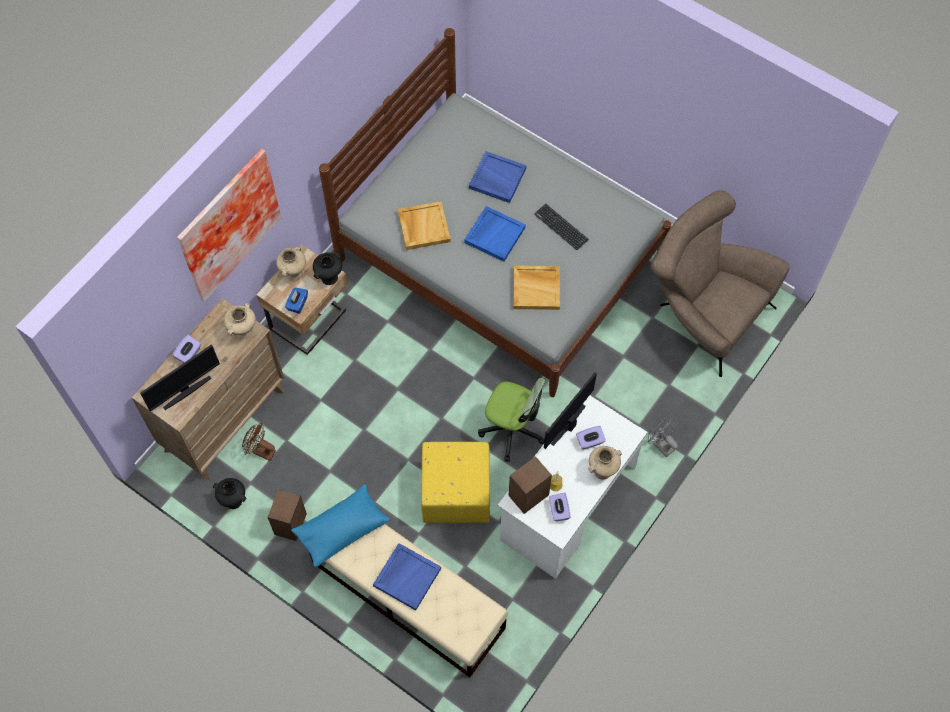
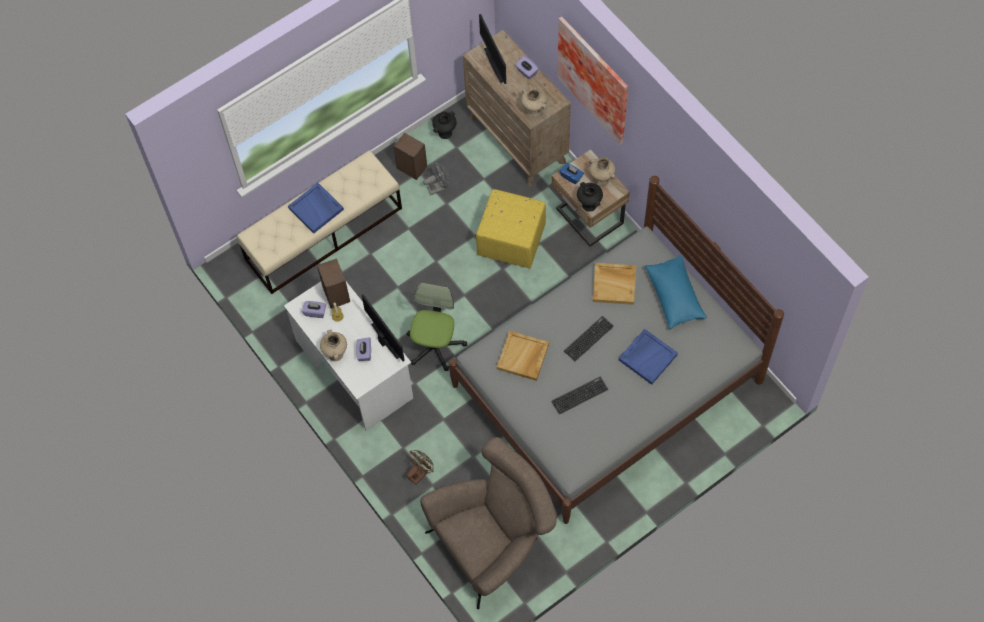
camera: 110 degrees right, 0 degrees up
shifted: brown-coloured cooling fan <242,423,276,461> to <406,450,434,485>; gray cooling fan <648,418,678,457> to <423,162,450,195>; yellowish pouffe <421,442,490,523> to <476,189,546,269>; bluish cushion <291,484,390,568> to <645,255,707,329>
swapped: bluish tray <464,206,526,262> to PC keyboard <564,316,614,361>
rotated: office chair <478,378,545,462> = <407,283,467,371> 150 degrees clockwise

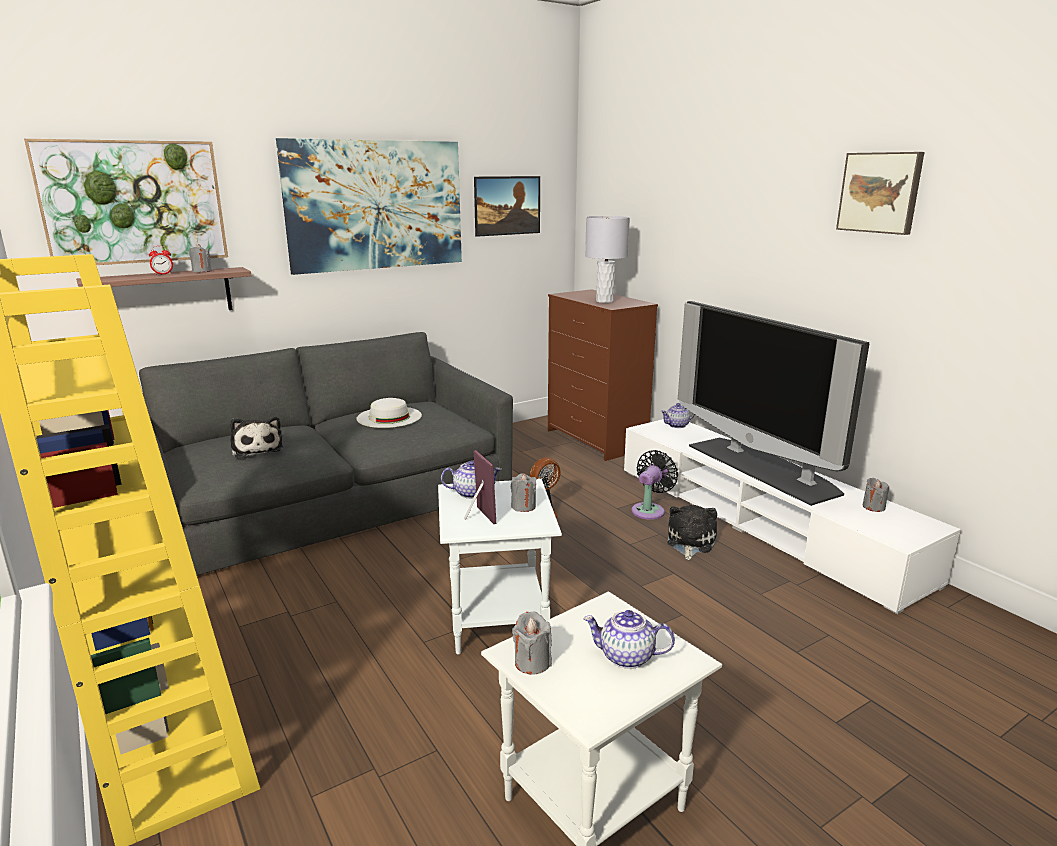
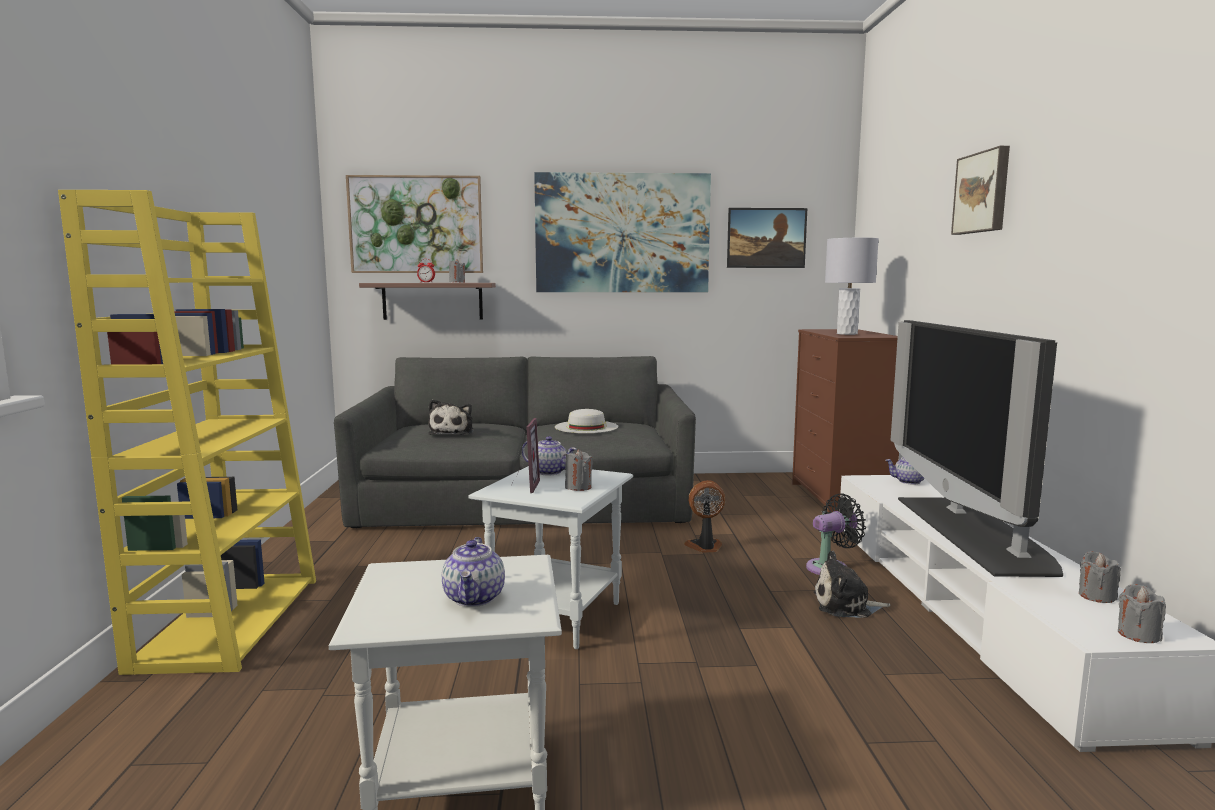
camera: 30 degrees right, 10 degrees down
shifted: wall art <836,152,925,235> to <951,146,1010,235>; gray wax candle <512,612,552,675> to <1118,584,1166,643>
rotated: pot for tea <583,610,675,669> = <442,537,505,607> 135 degrees counterclockwise; soft toy <668,505,717,560> = <814,551,890,618> 135 degrees counterclockwise

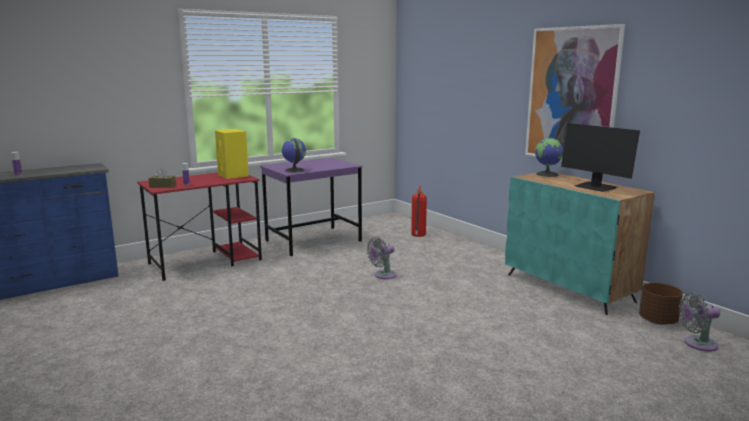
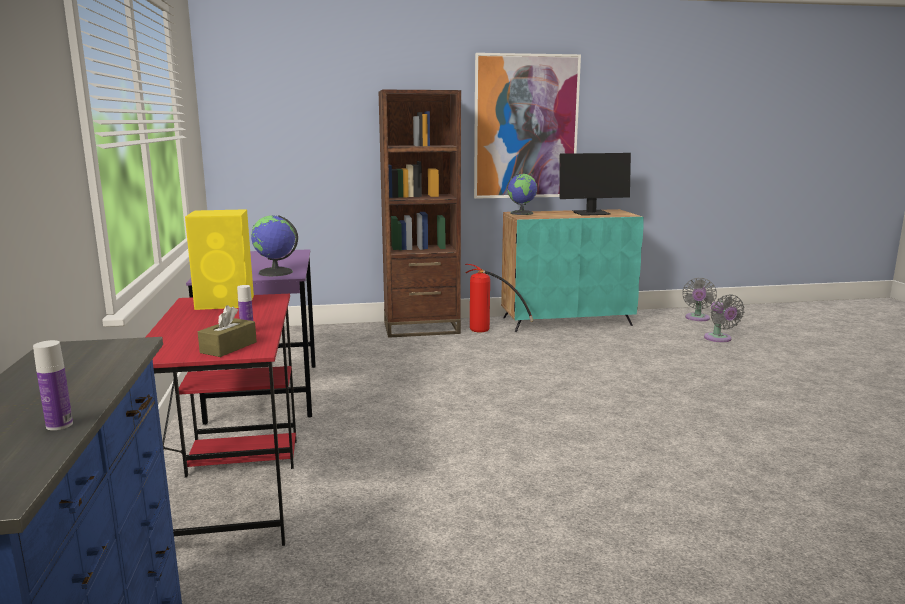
camera: 65 degrees left, 0 degrees up
gone: brown-coloured flower pot <639,283,683,325>
new: brown-coloured shelving unit <378,90,461,338>
shifted: extinguisher <411,186,427,237> to <465,264,533,332>; gray cooling fan <367,237,397,279> to <704,294,745,342>

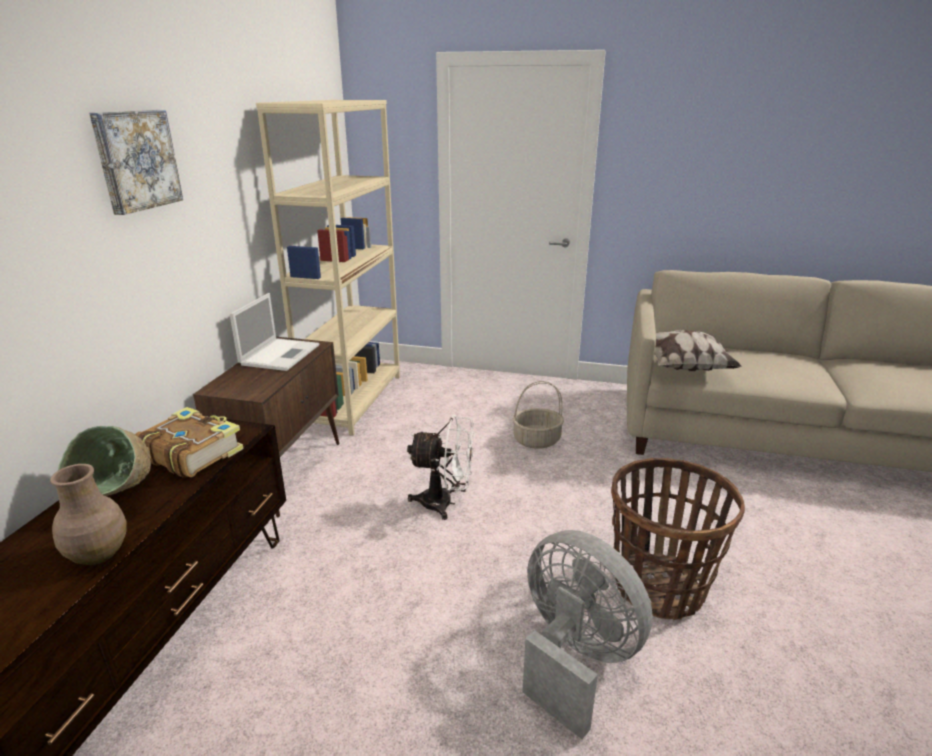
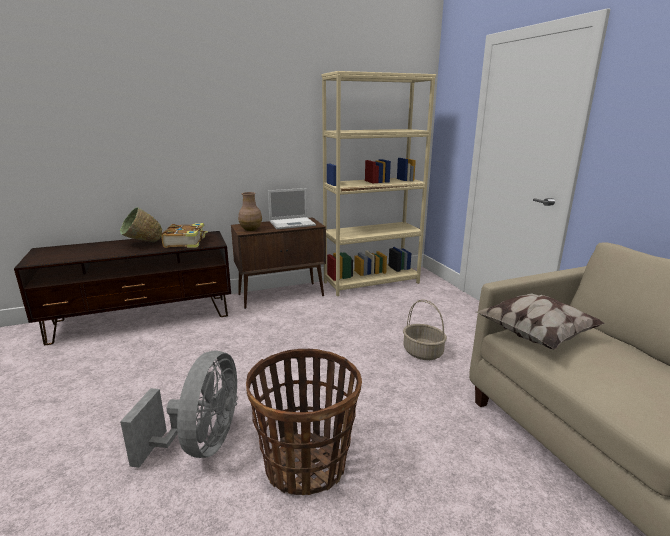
camera: 55 degrees right, 5 degrees down
gone: wall art <89,110,183,215>; white cooling fan <407,415,475,520>
shifted: brown-coloured decorative vase <50,464,127,565> to <238,192,262,231>

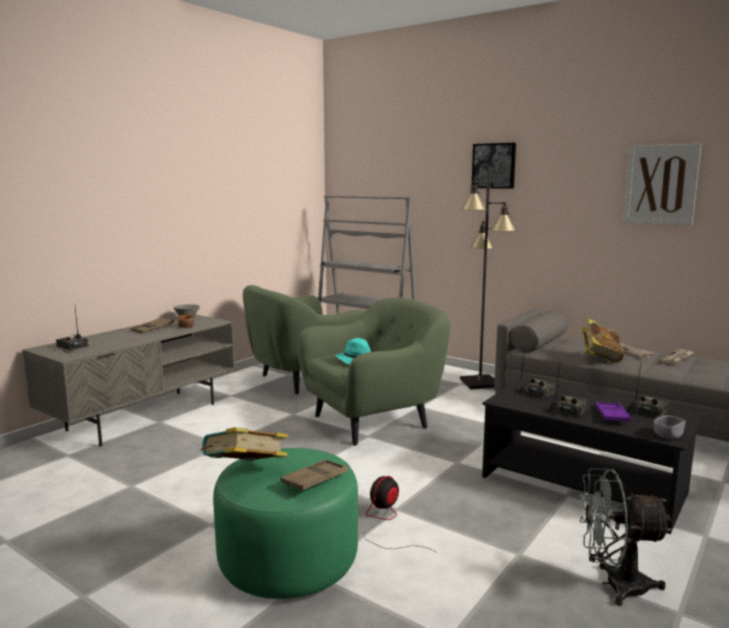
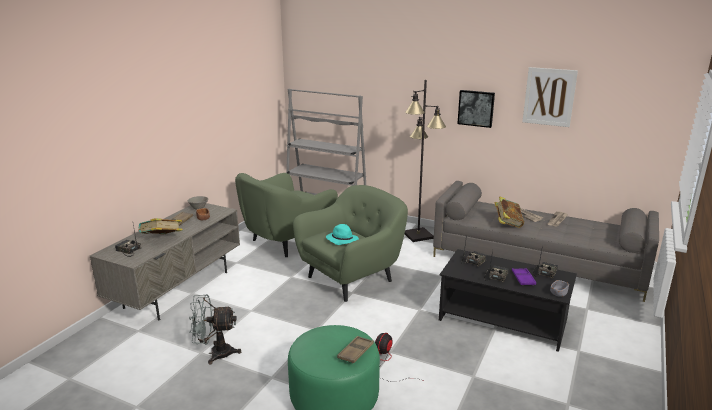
camera: 10 degrees left, 10 degrees up
shifted: bound book <200,427,288,461> to <138,218,182,234>; gray cooling fan <579,468,672,606> to <189,294,241,365>; wall art <472,143,516,189> to <457,90,495,128>

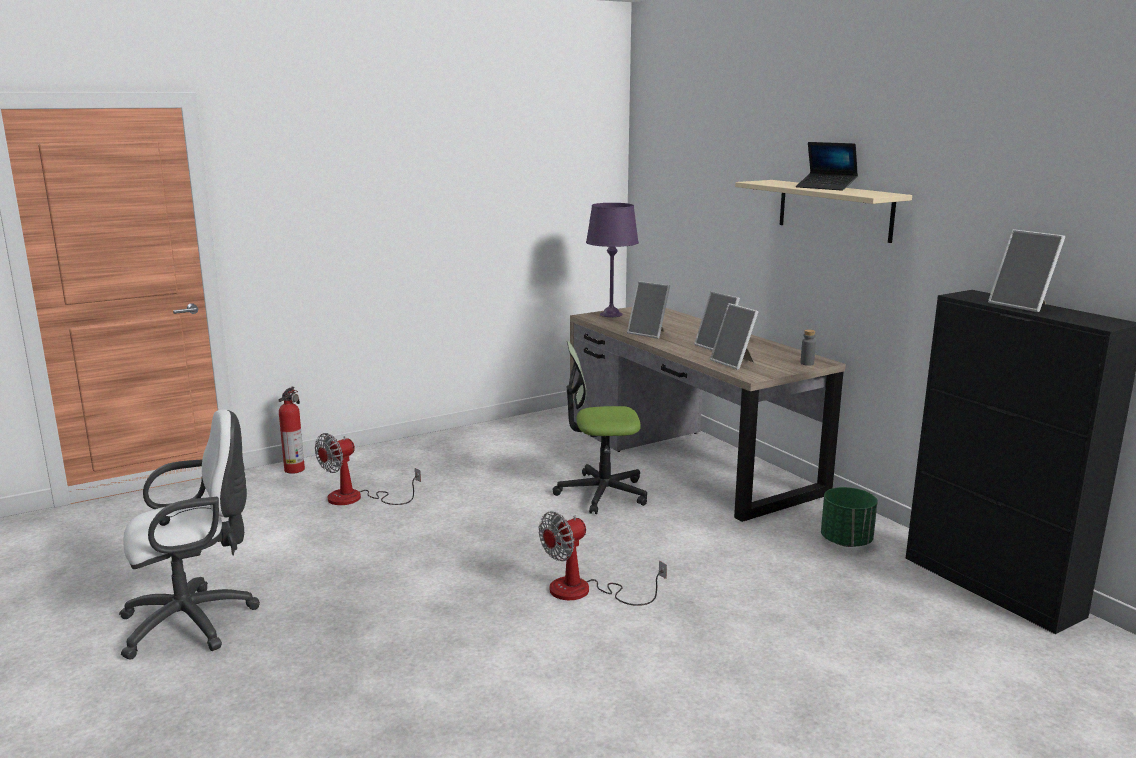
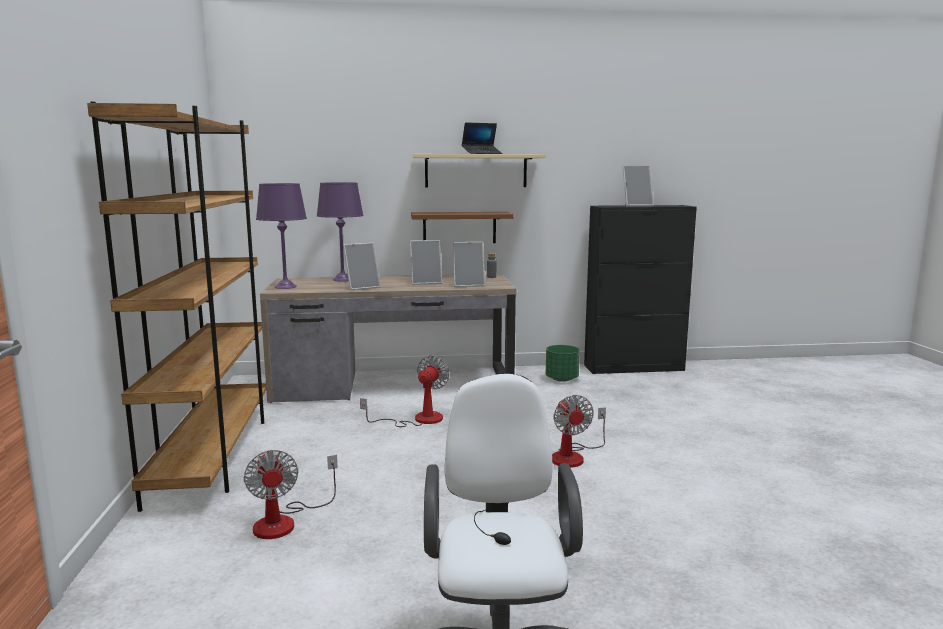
camera: 65 degrees left, 5 degrees down
gone: extinguisher <278,387,305,474>
new: brown-coloured shelving unit <87,101,266,512>; purple-coloured tabletop lamp <317,182,364,281>; brown-coloured wall shelf <411,212,514,243>
swapped: office chair <553,341,647,514> to cooling fan <360,355,450,427>

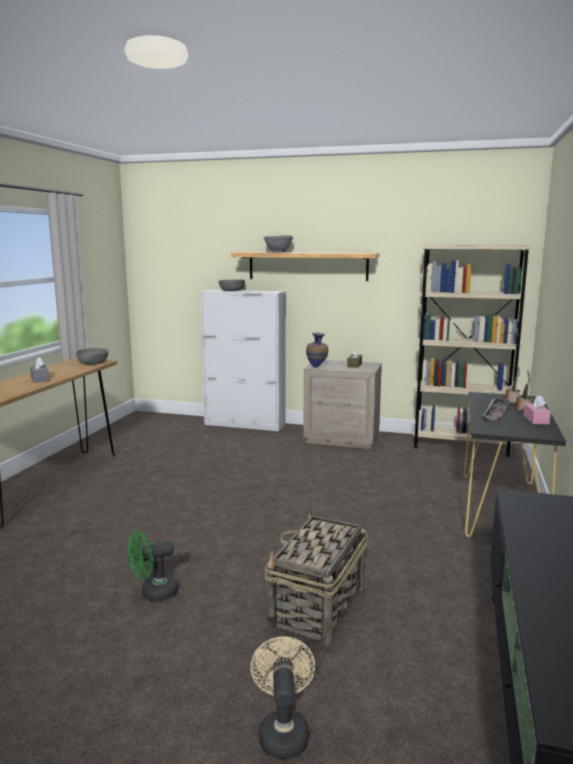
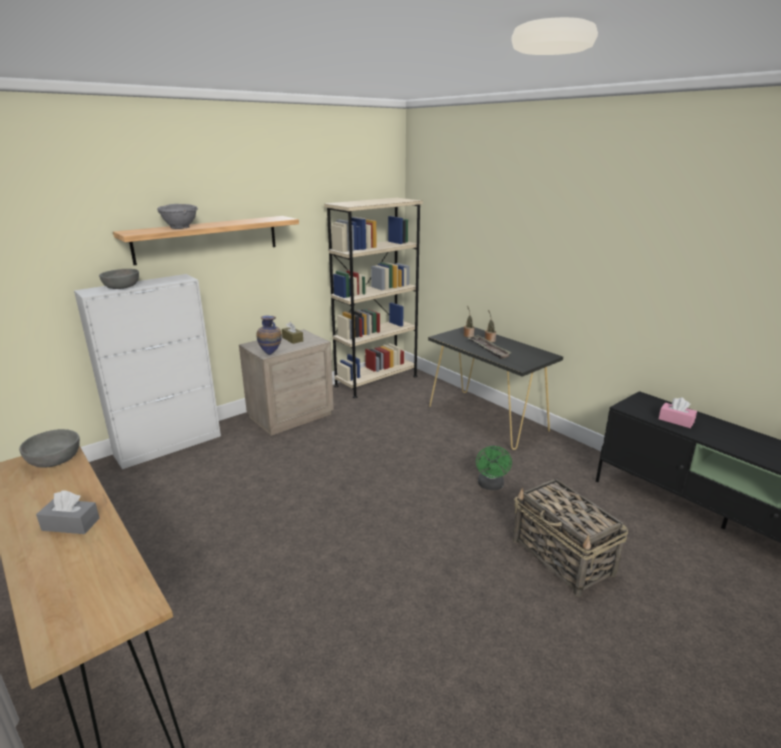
camera: 55 degrees left, 10 degrees up
gone: beige cooling fan <250,636,315,759>
shifted: green-coloured cooling fan <128,530,178,601> to <476,446,512,490>; pink box of tissues <524,396,551,425> to <659,398,697,428>

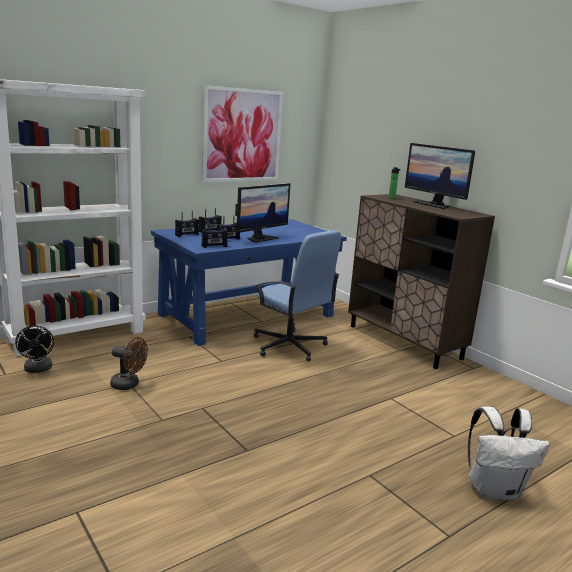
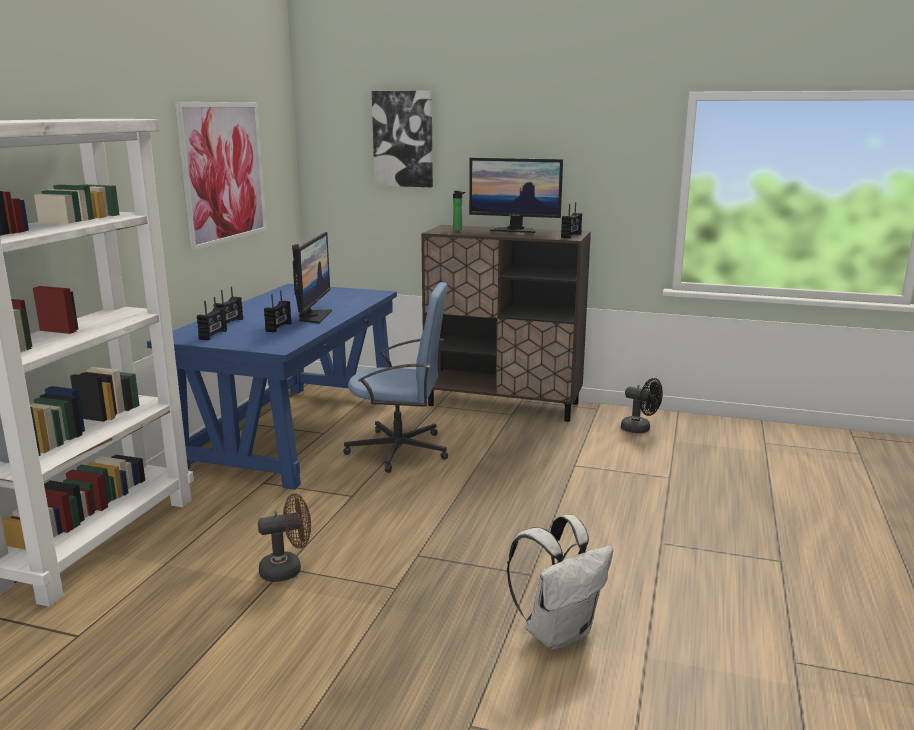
camera: 35 degrees left, 0 degrees up
new: wall art <372,91,433,187>
shifted: white rucksack <468,406,550,500> to <507,515,613,650>; radio <201,221,228,248> to <561,202,582,238>; blackish cooling fan <15,326,54,373> to <621,378,663,433>

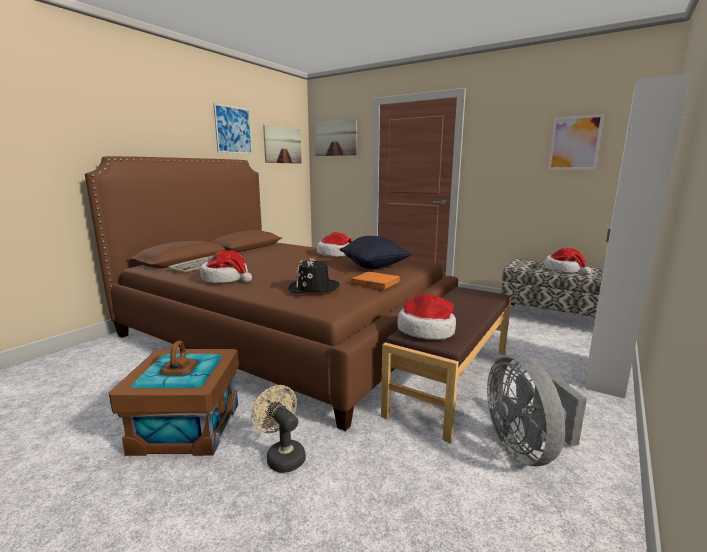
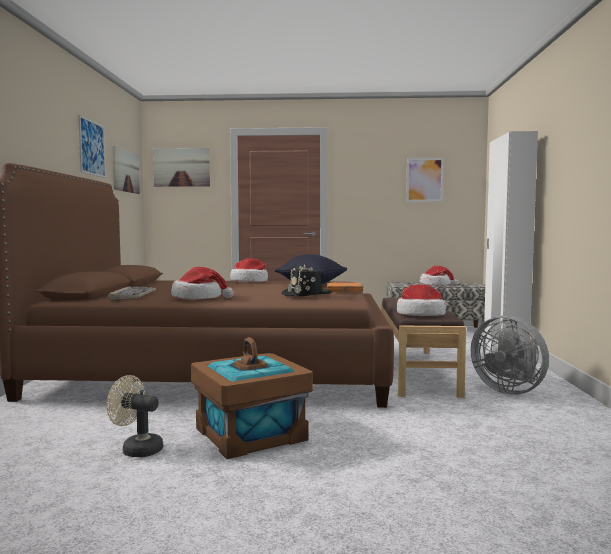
camera: 30 degrees left, 10 degrees down
shifted: beige cooling fan <251,385,306,473> to <107,375,163,457>

